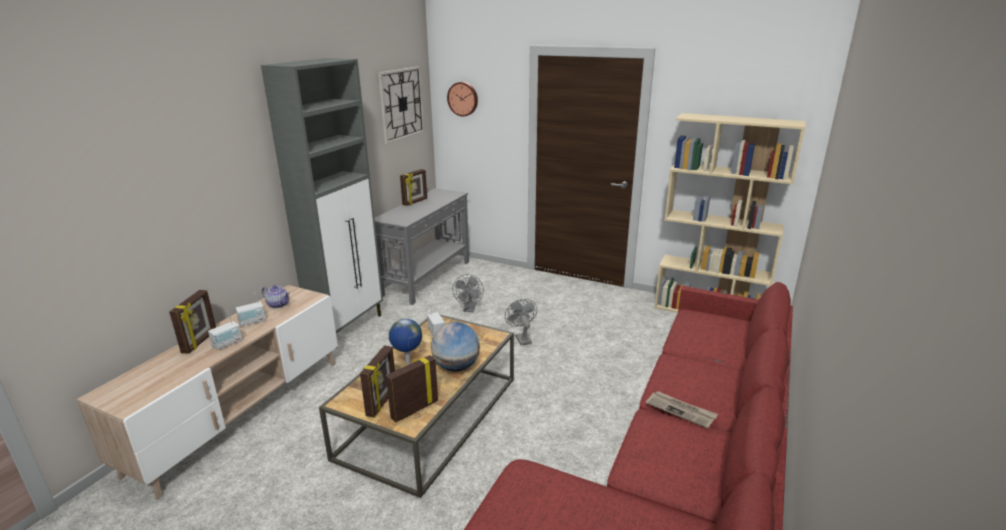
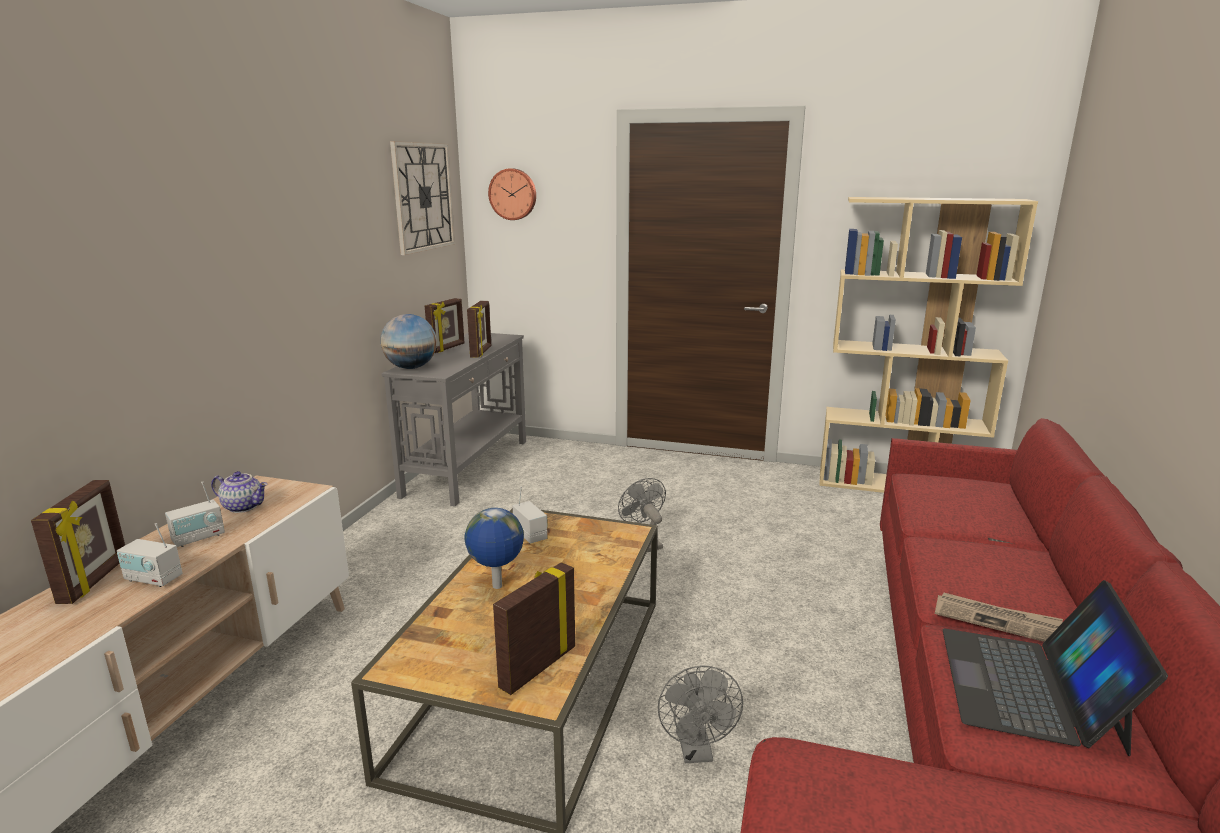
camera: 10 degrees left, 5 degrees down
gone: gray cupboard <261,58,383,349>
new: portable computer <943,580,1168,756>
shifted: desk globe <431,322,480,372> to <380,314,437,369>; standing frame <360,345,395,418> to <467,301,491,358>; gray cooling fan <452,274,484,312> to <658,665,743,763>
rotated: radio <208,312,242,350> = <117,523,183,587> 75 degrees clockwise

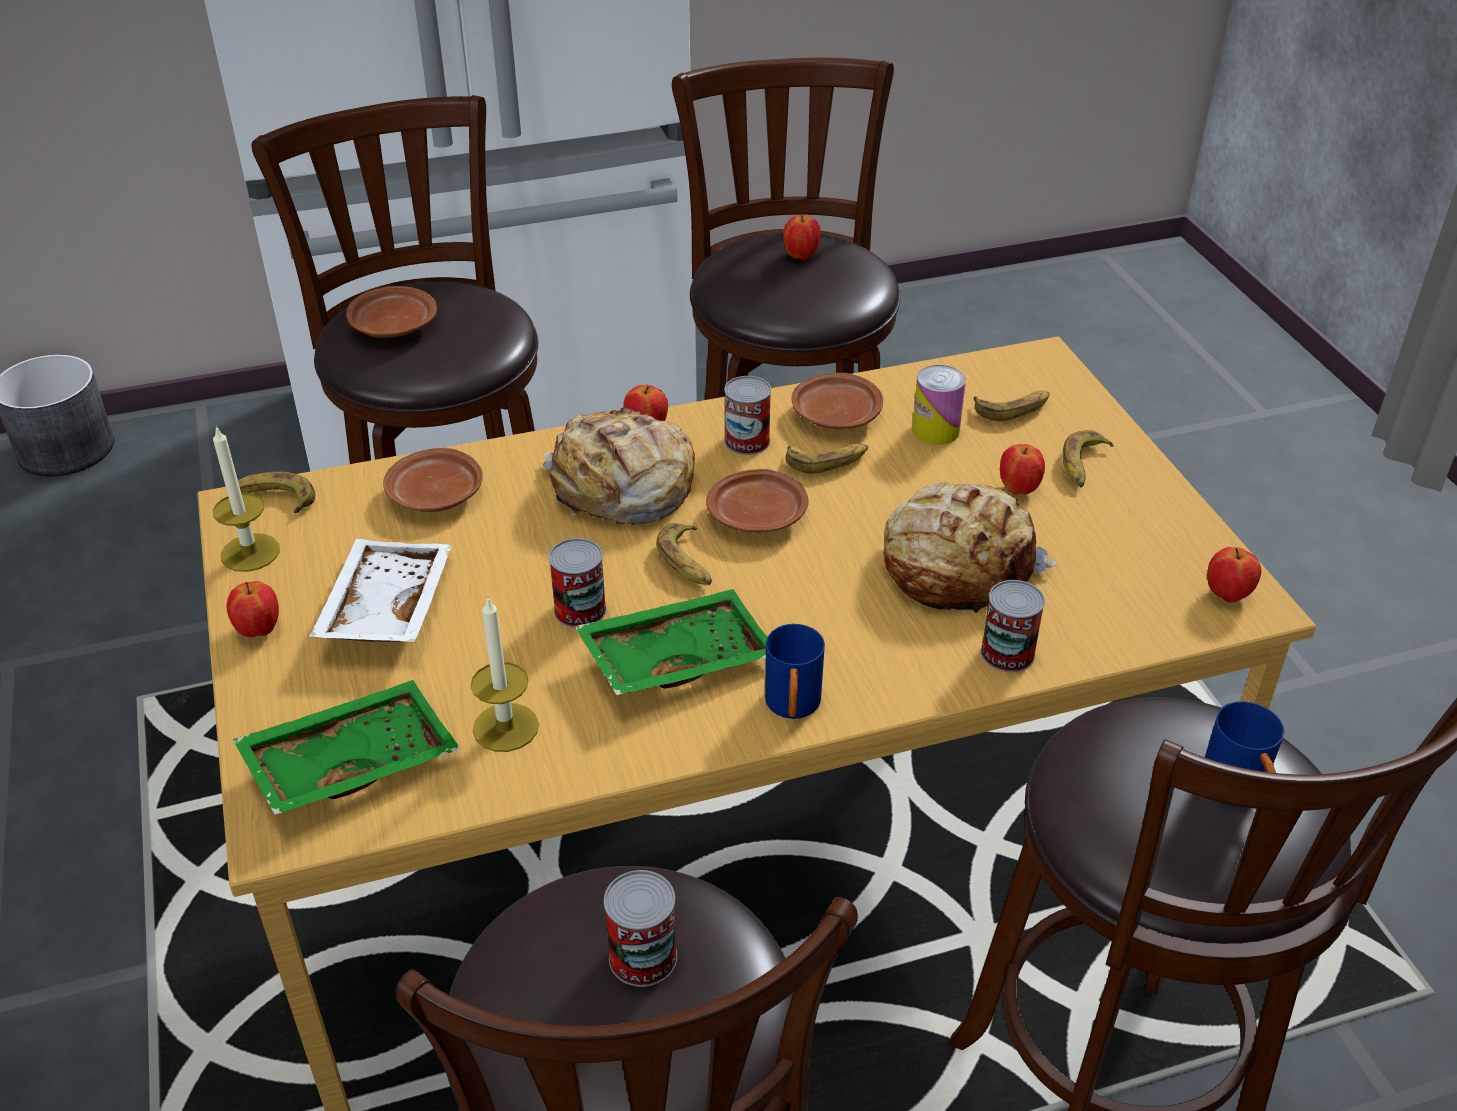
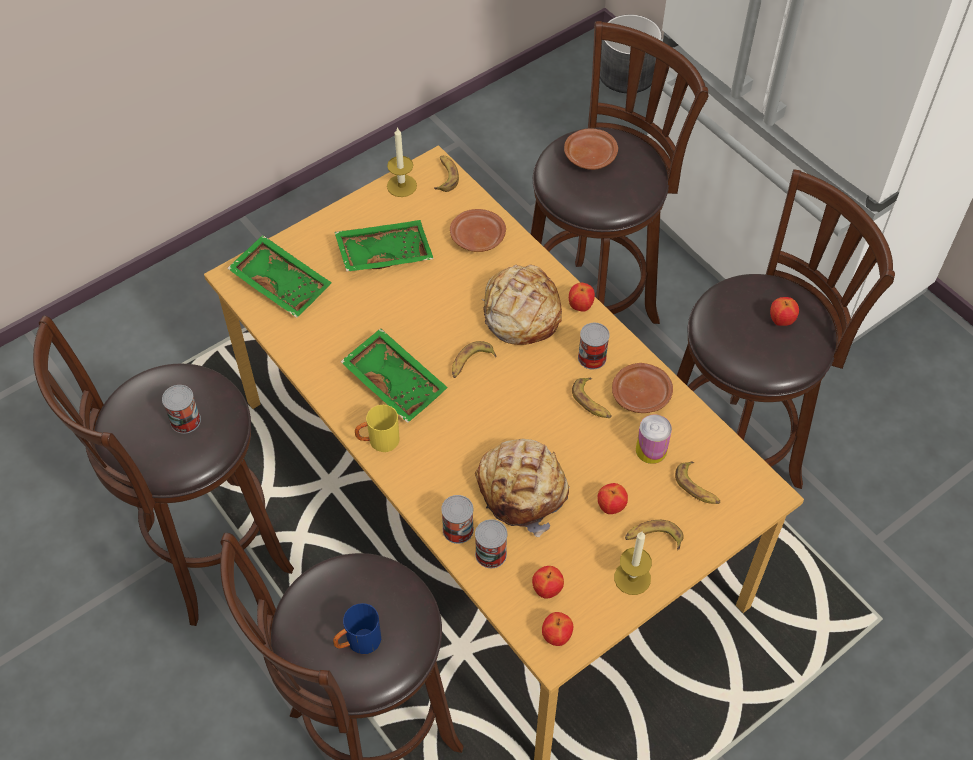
camera: 70 degrees right, 15 degrees up
gone: brown-coloured plate <706,469,809,533>
shifted: can <549,538,606,628> to <475,519,507,568>; whole apple <227,581,279,637> to <532,566,564,599>; wax candle <471,596,539,752> to <614,531,652,595>
repainted: white tray <309,539,452,642> to green-coloured tray <335,220,434,272>; bluish coffee mug <765,624,825,719> to yellowish coffee mug <355,405,400,452>

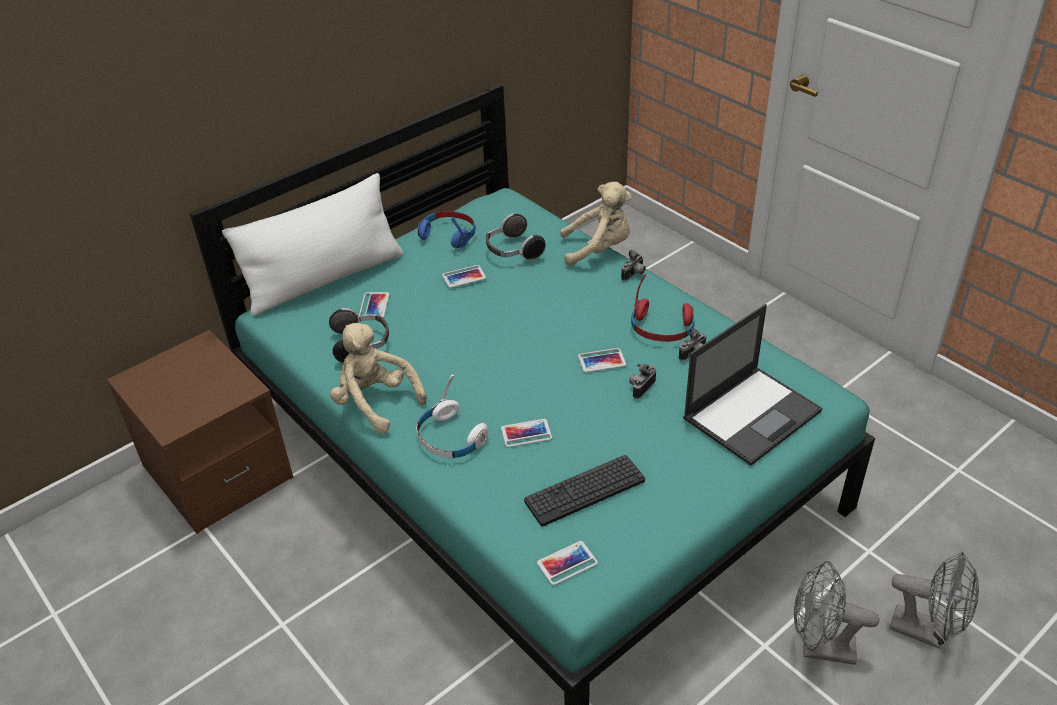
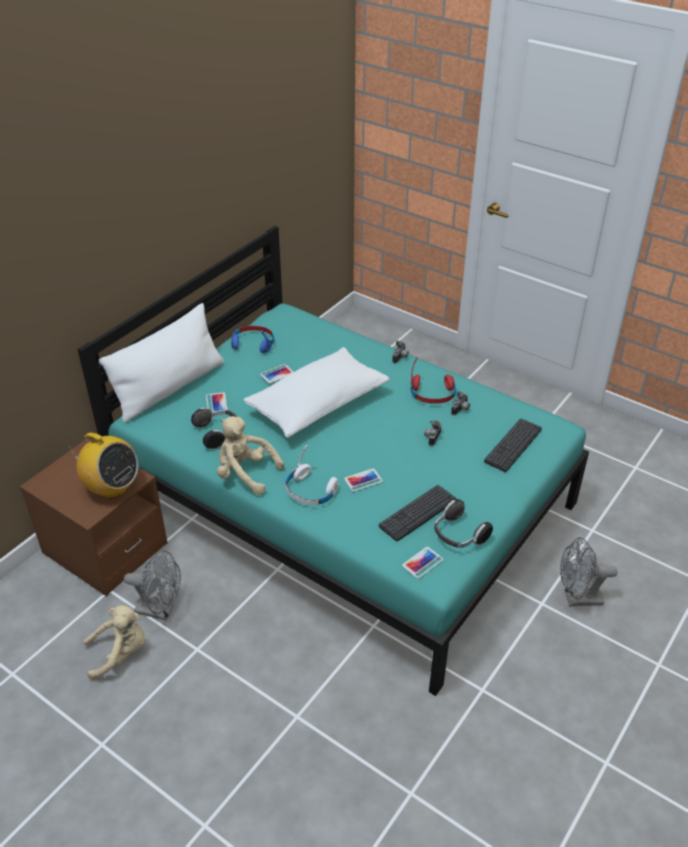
camera: 15 degrees left, 0 degrees up
gone: handset <578,348,626,372>
new: radio <68,433,138,499>; white cushion <243,347,390,438>
shifted: beige soft toy <560,182,632,267> to <83,605,145,680>; gray cooling fan <890,551,979,649> to <124,551,181,621>; pair of headphones <486,213,545,261> to <434,499,493,548>
swapped: portable computer <683,304,822,466> to PC keyboard <484,418,542,472>

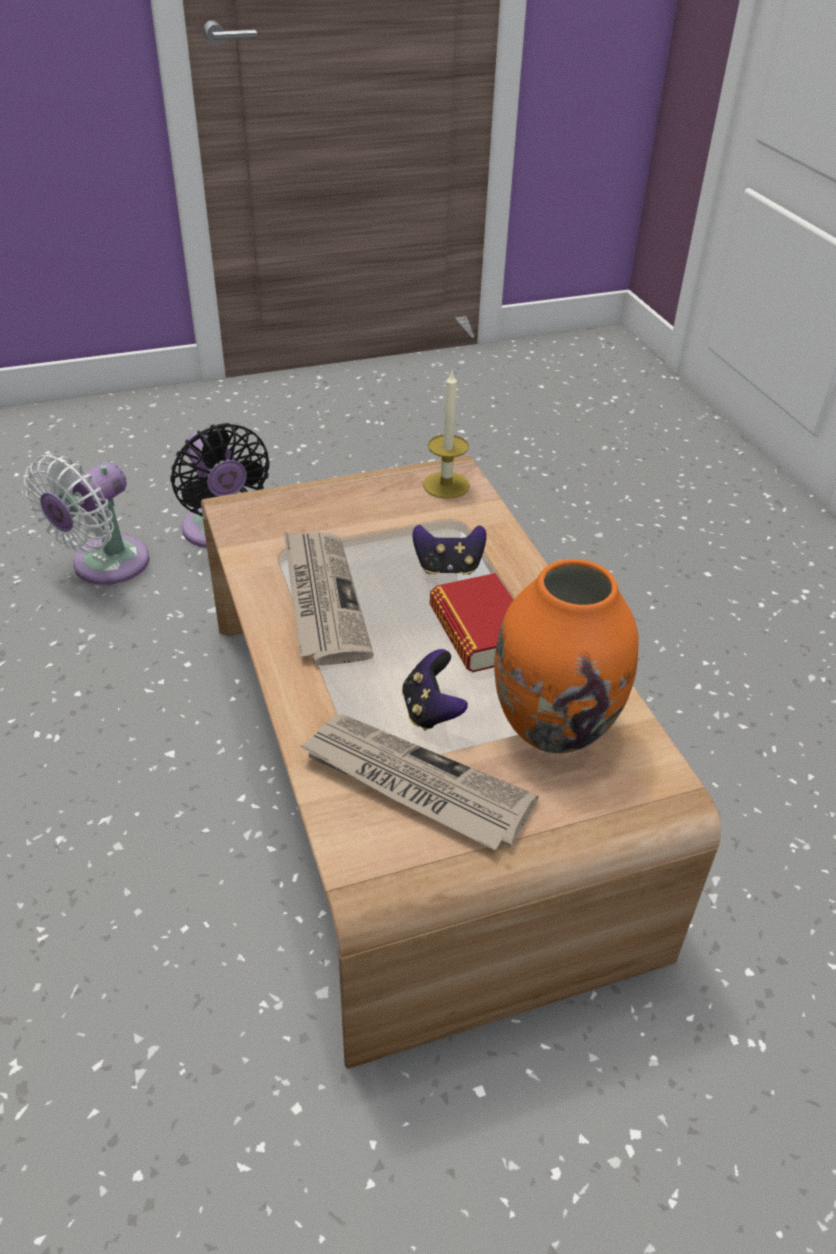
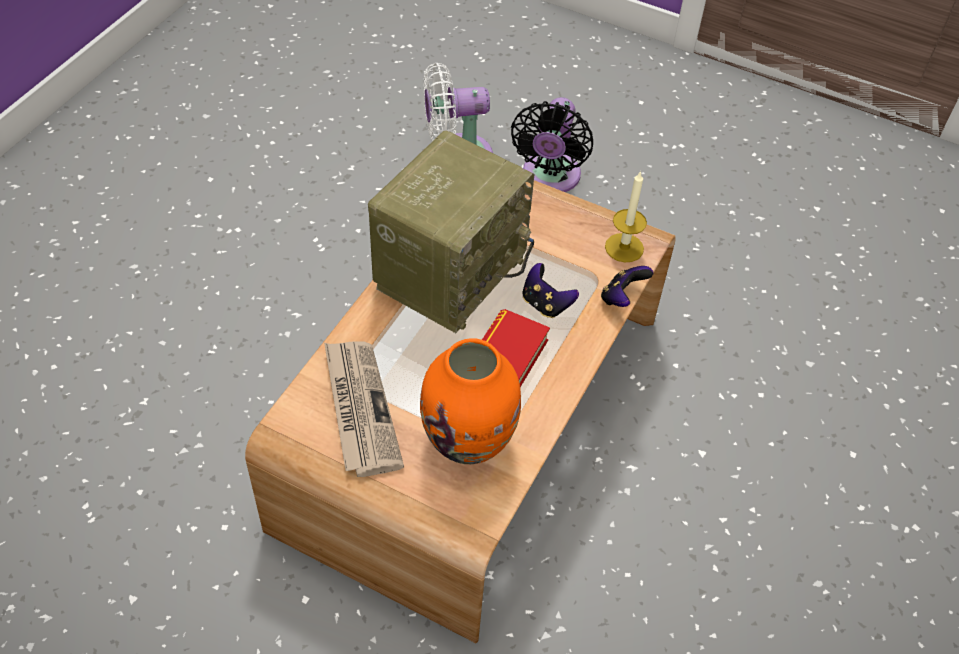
camera: 45 degrees right, 10 degrees up
shifted: joypad <402,649,468,731> to <601,266,653,307>
swapped: daily paper <284,531,374,666> to radio <368,131,534,333>

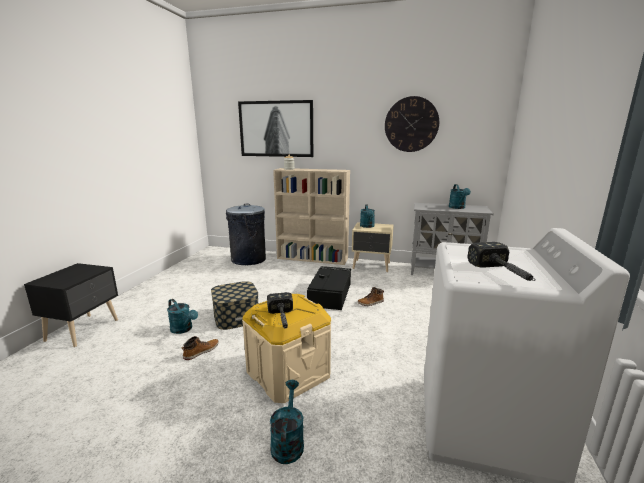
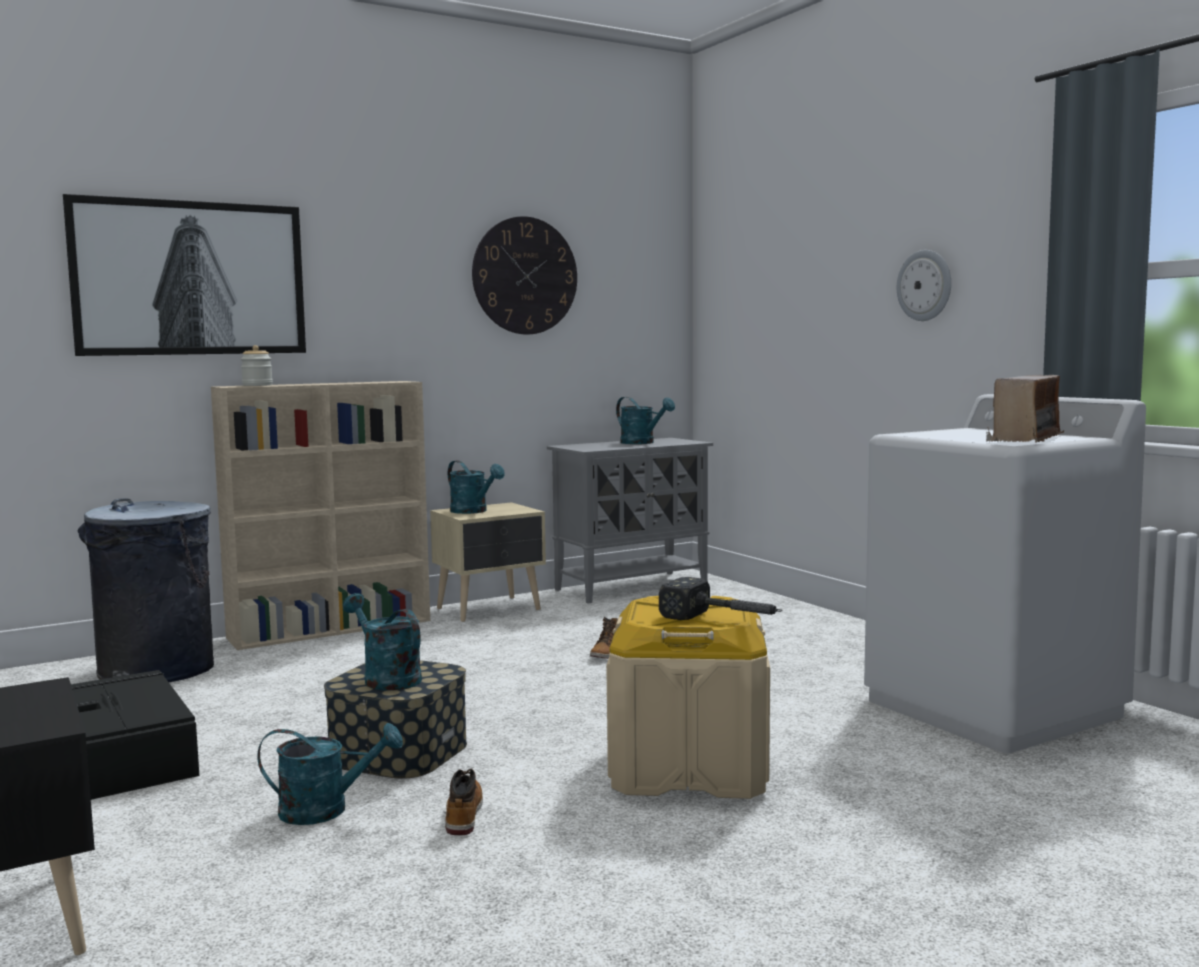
camera: 45 degrees left, 10 degrees down
new: clock on the wall <897,250,951,321>
shifted: blackish storage container <307,266,351,310> to <71,670,199,800>; turquoise sprinkling can <270,380,304,464> to <343,593,422,690>
swapped: hammer <468,242,536,281> to radio <986,375,1064,443>

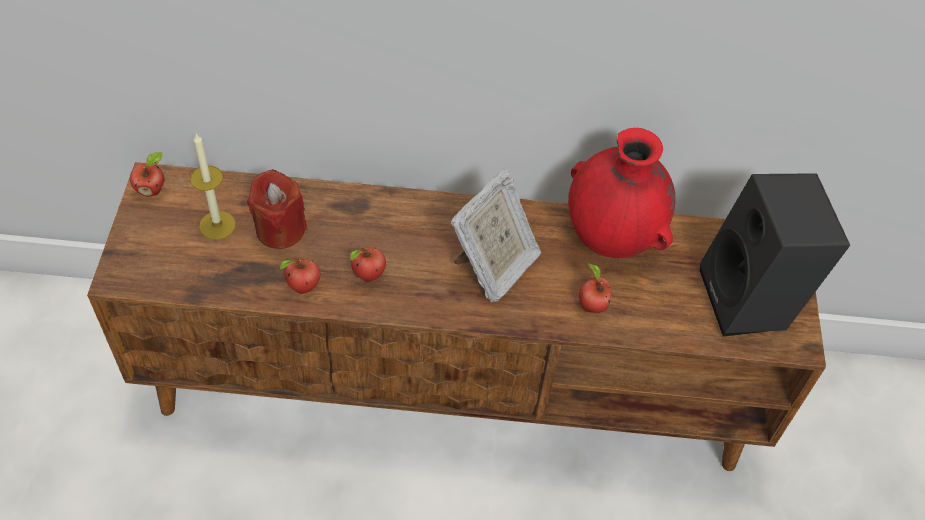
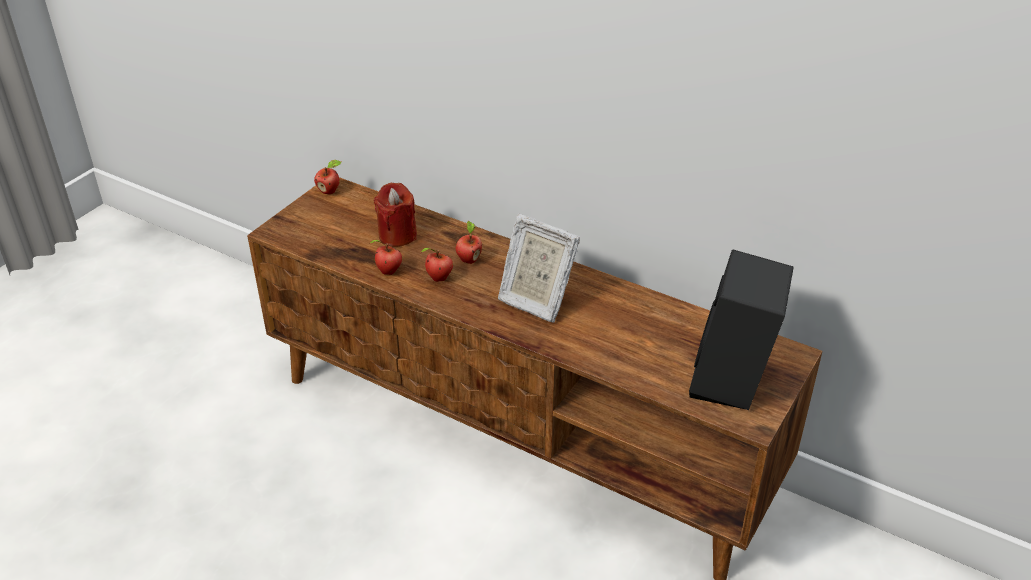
camera: 30 degrees right, 15 degrees down
gone: wax candle <190,133,236,240>; reddish decorative vase <568,128,675,258>
shifted: whole apple <579,263,611,313> to <456,221,482,264>
rotated: standing frame <451,168,542,302> = <498,214,580,322> 60 degrees clockwise

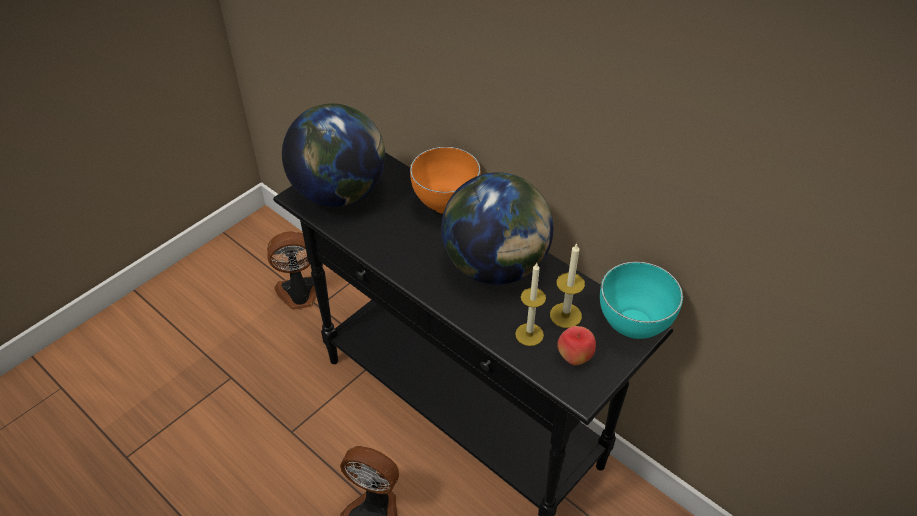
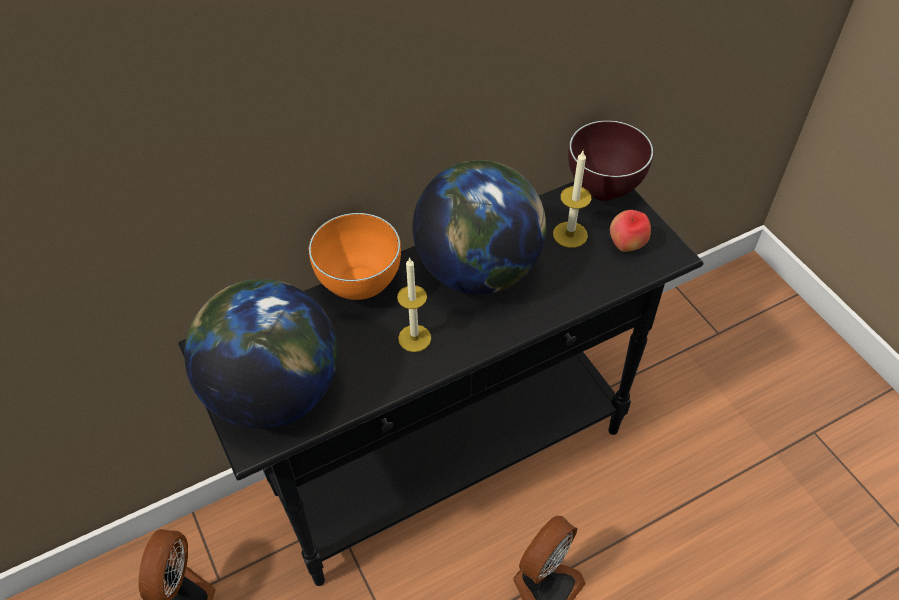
camera: 70 degrees left, 5 degrees up
shifted: wax candle <515,263,546,346> to <397,257,431,352>
repainted: turquoise bowl <600,261,683,339> to brown-coloured bowl <568,120,654,201>

